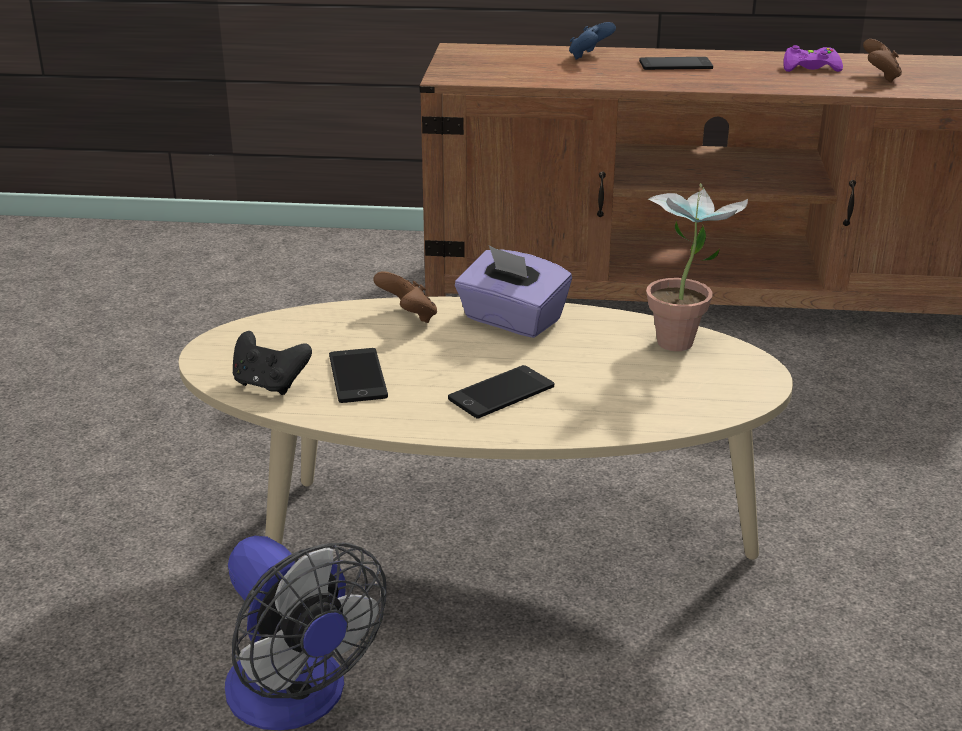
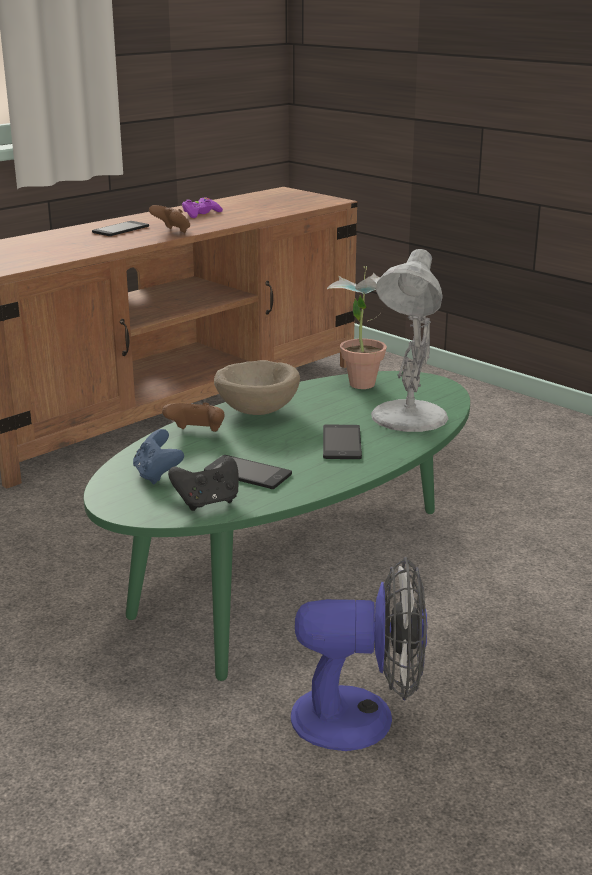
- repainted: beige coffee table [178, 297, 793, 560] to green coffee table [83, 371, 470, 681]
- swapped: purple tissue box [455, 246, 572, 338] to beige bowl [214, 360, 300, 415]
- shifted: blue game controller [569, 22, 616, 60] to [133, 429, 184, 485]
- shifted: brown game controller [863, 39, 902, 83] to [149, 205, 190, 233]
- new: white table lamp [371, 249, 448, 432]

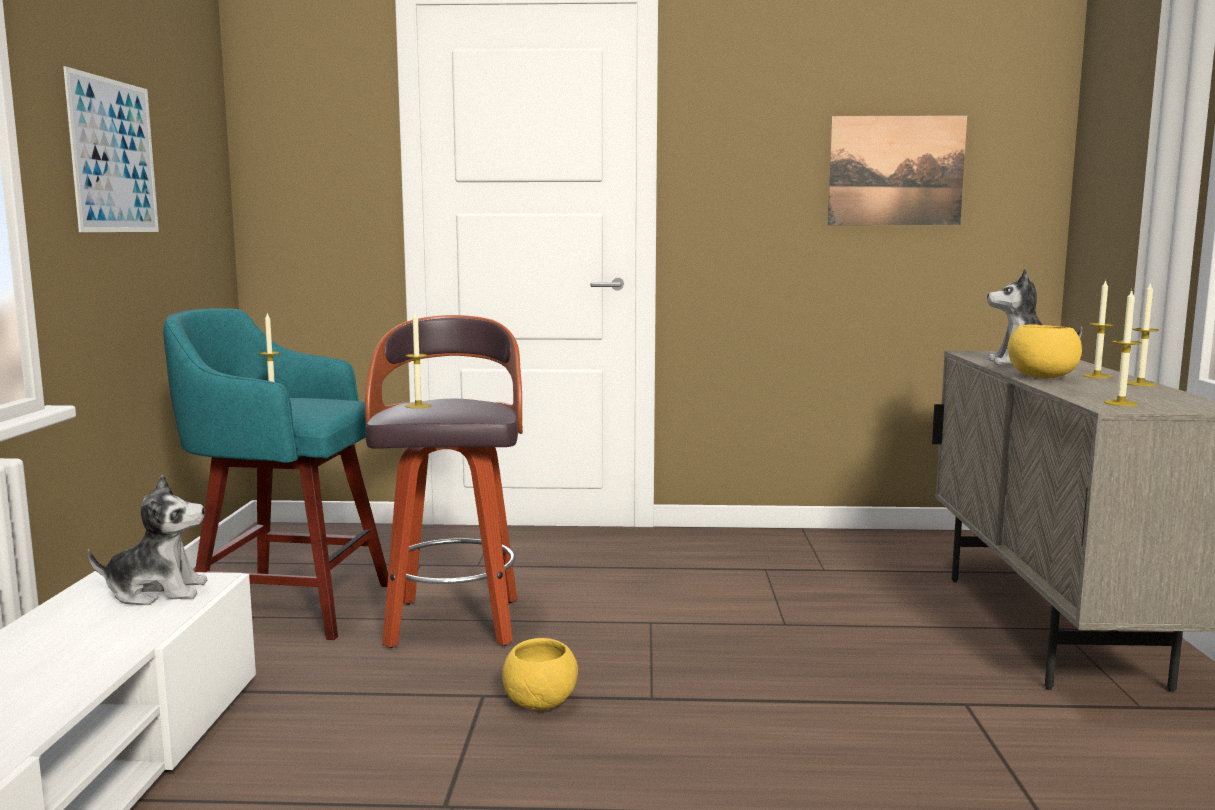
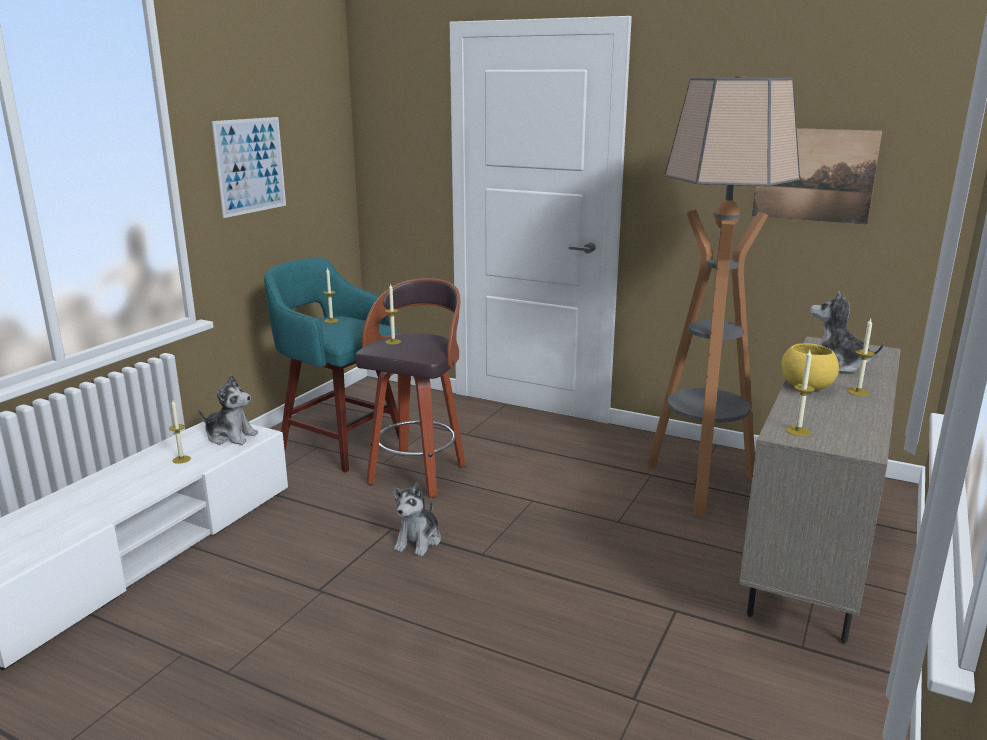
- swapped: yellow bowl [502, 638, 578, 710] to plush toy [392, 482, 441, 556]
- shifted: candle [1127, 284, 1159, 386] to [169, 400, 191, 464]
- new: floor lamp [646, 76, 800, 517]

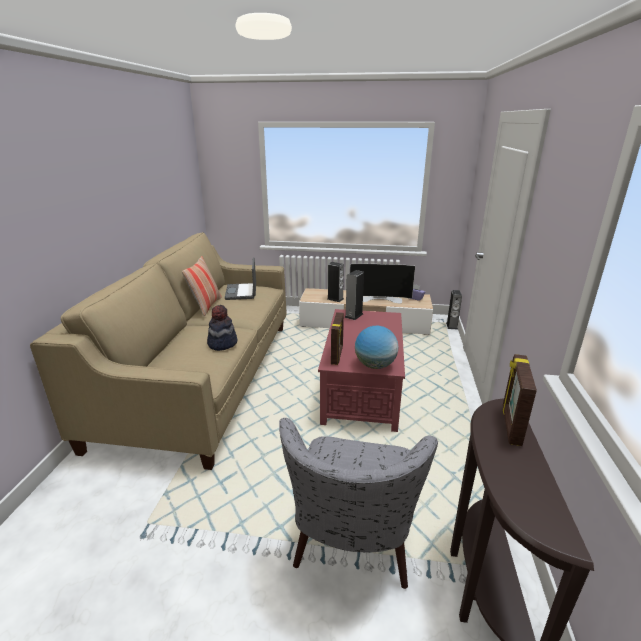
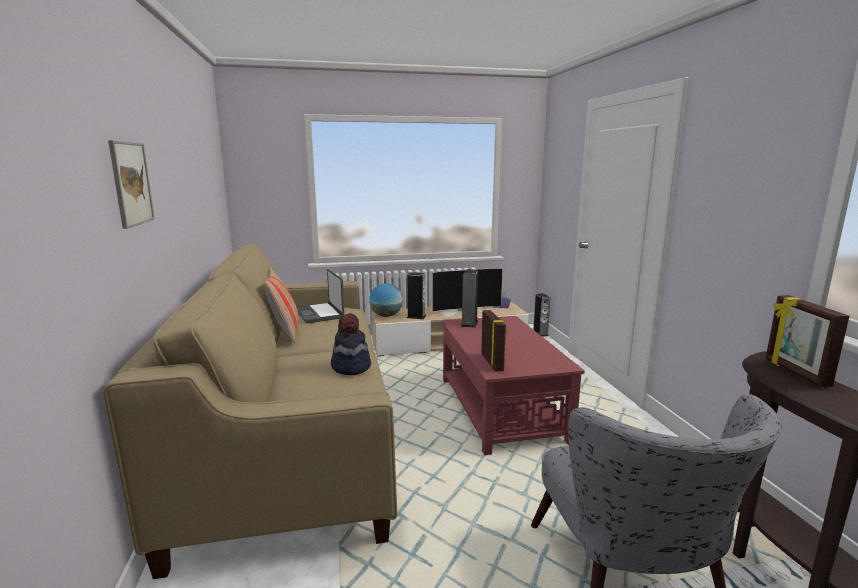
- shifted: globe [355, 326, 398, 369] to [369, 283, 403, 317]
- new: picture [108, 140, 155, 229]

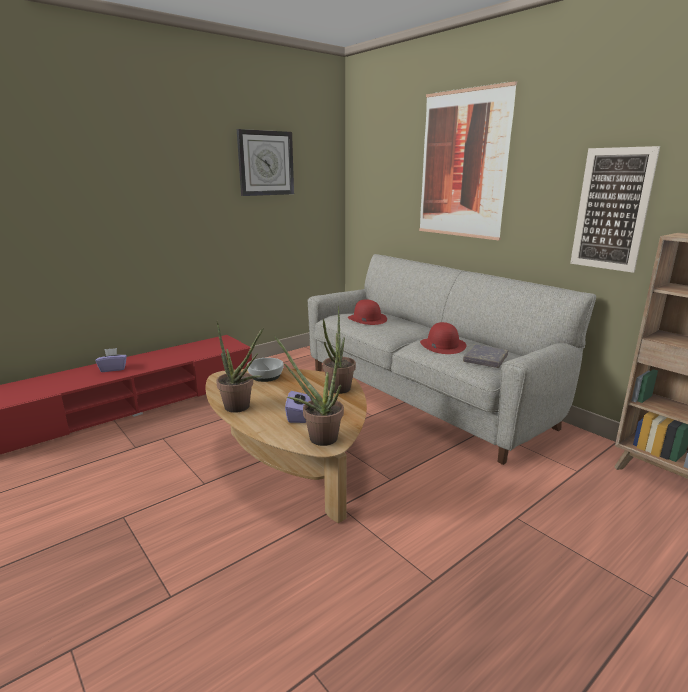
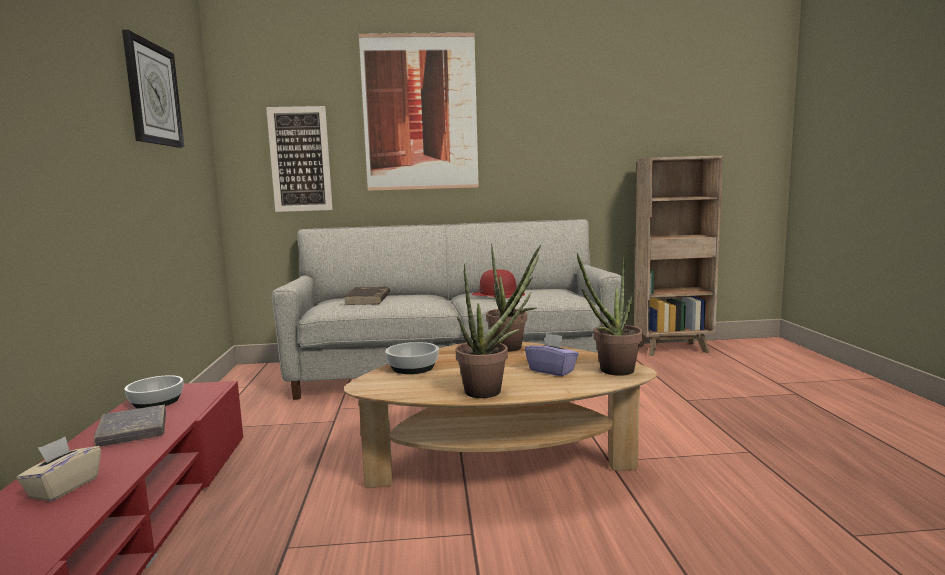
- repainted: purple tissue box [95, 348, 127, 372] to beige tissue box [16, 436, 101, 501]
- swapped: red hat [348, 299, 387, 325] to brown book [344, 287, 390, 305]
- shifted: grey book [463, 344, 508, 368] to [94, 405, 166, 447]
- shifted: picture [570, 146, 660, 273] to [266, 106, 333, 212]
- new: bowl [124, 375, 183, 409]

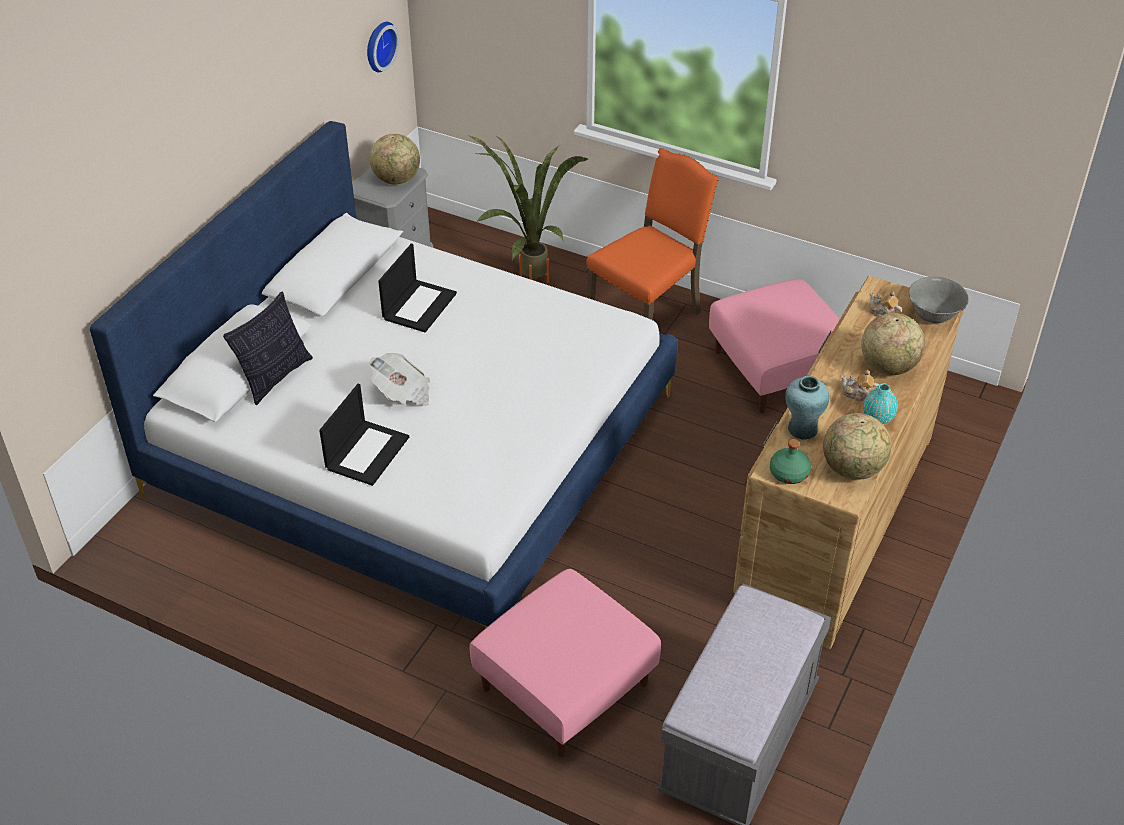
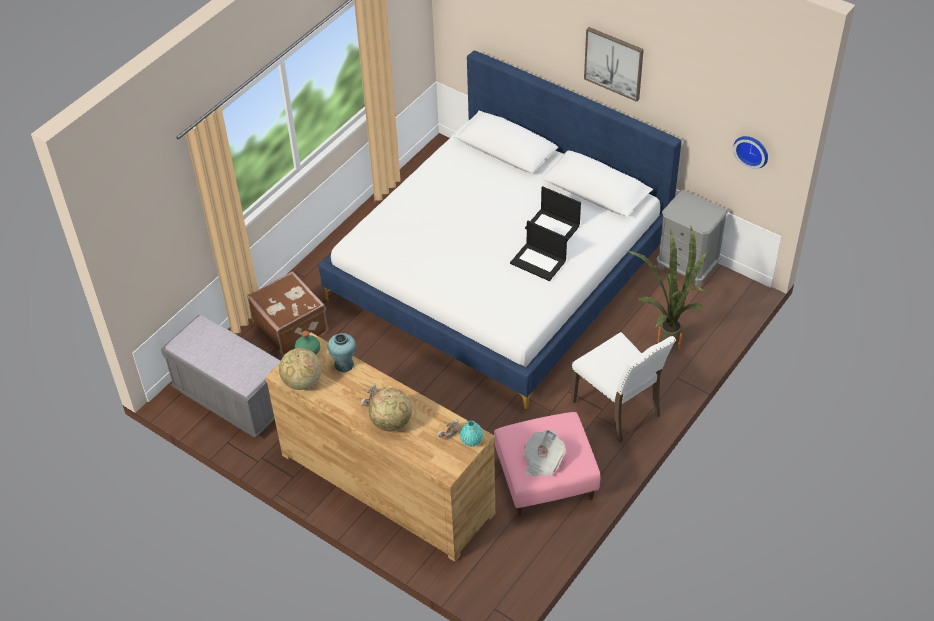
- gone: pillow [223, 292, 313, 405]
- shifted: laptop [319, 384, 409, 486] to [510, 221, 567, 281]
- shifted: newspaper [369, 353, 430, 406] to [524, 430, 566, 476]
- gone: globe [370, 134, 420, 184]
- swapped: pink ottoman [469, 569, 661, 757] to brown suitcase [247, 271, 328, 356]
- repainted: orange chair [586, 148, 719, 320] to white chair [571, 332, 676, 443]
- shifted: turquoise vase [863, 383, 898, 424] to [460, 420, 483, 446]
- gone: grey bowl [909, 277, 969, 323]
- new: picture [584, 27, 644, 102]

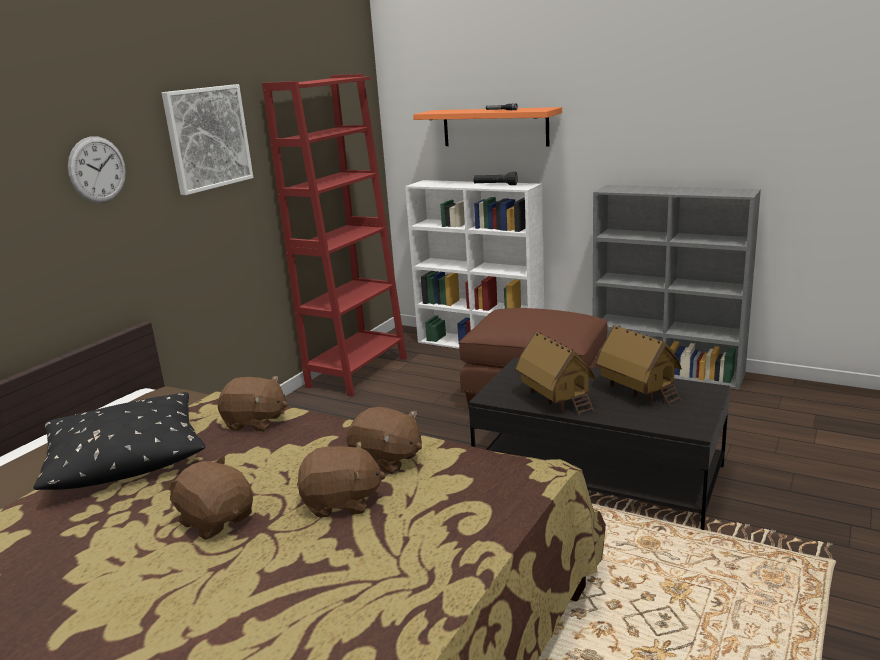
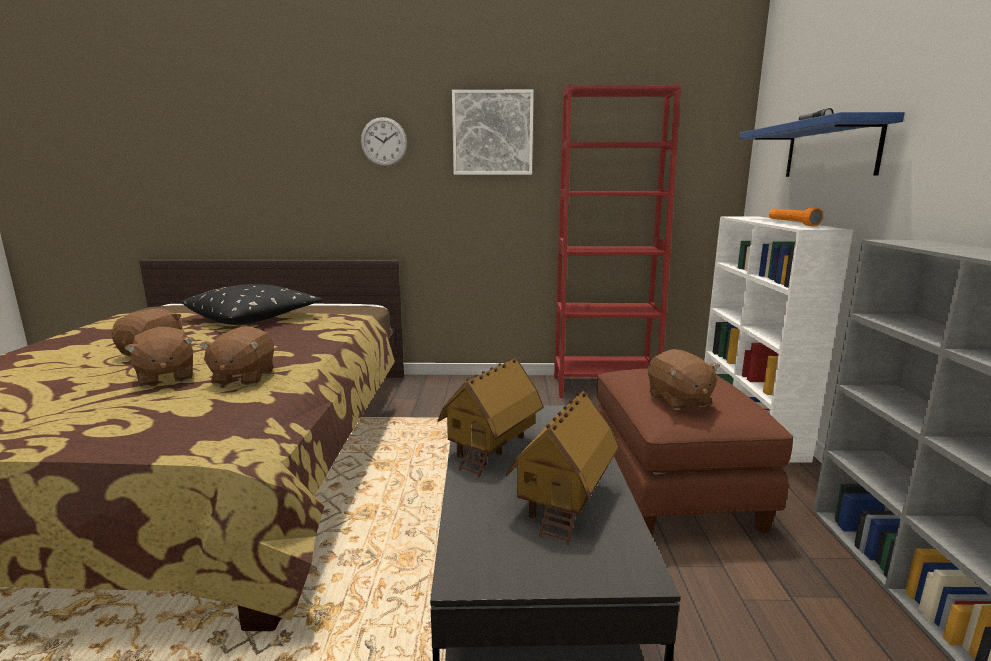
- shifted: brown plush toy [218, 376, 288, 432] to [648, 349, 720, 410]
- repainted: orange shelf [413, 107, 562, 147] to blue shelf [739, 112, 905, 177]
- repainted: black flashlight [473, 172, 517, 185] to orange flashlight [769, 207, 824, 227]

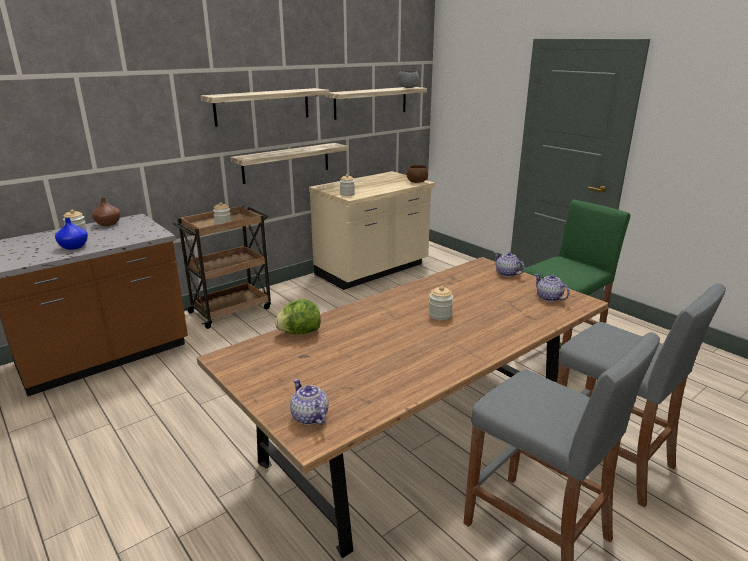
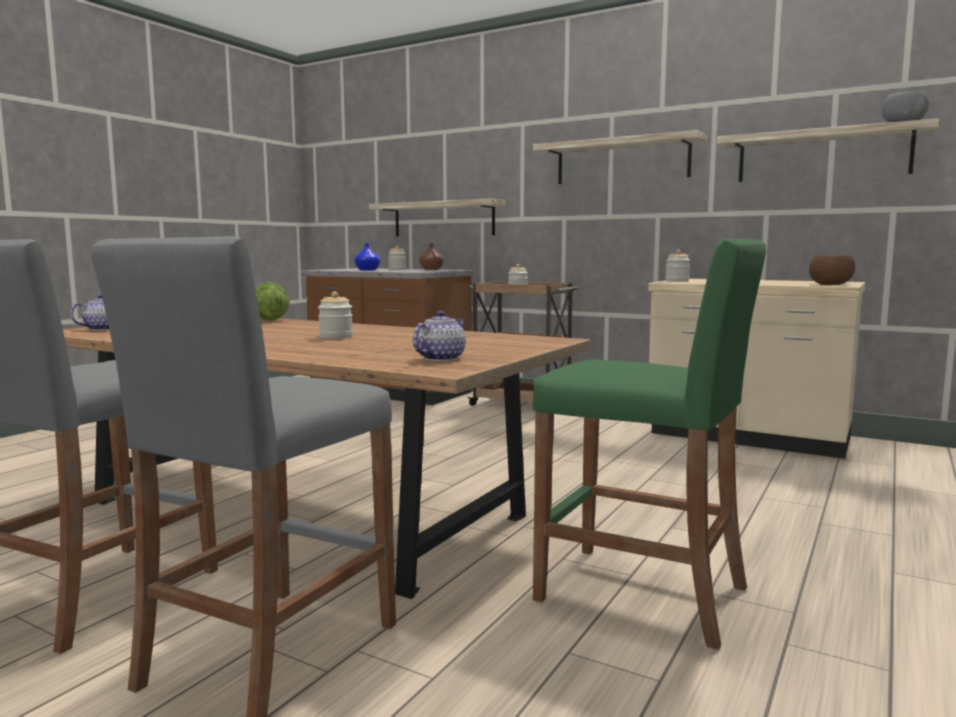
- shifted: shelf [230, 143, 349, 184] to [369, 199, 506, 236]
- gone: teapot [494, 252, 525, 277]

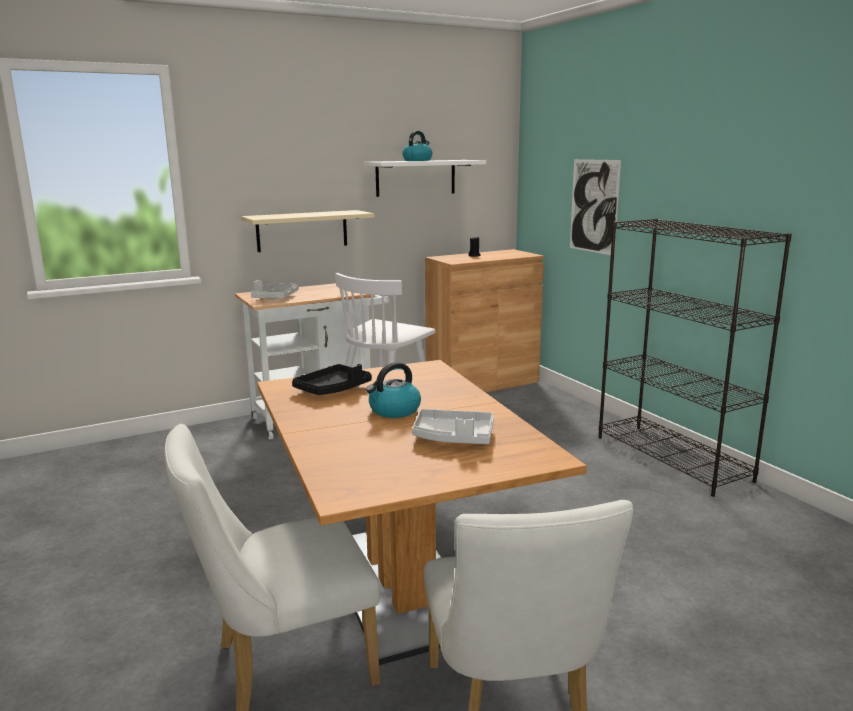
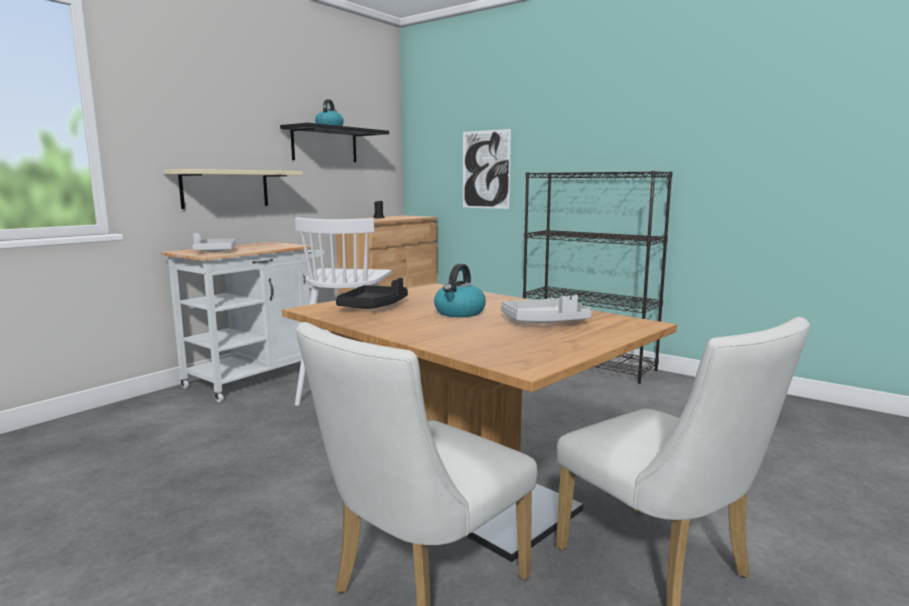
- repainted: white shelf [364, 160, 486, 197] to black shelf [280, 123, 389, 162]

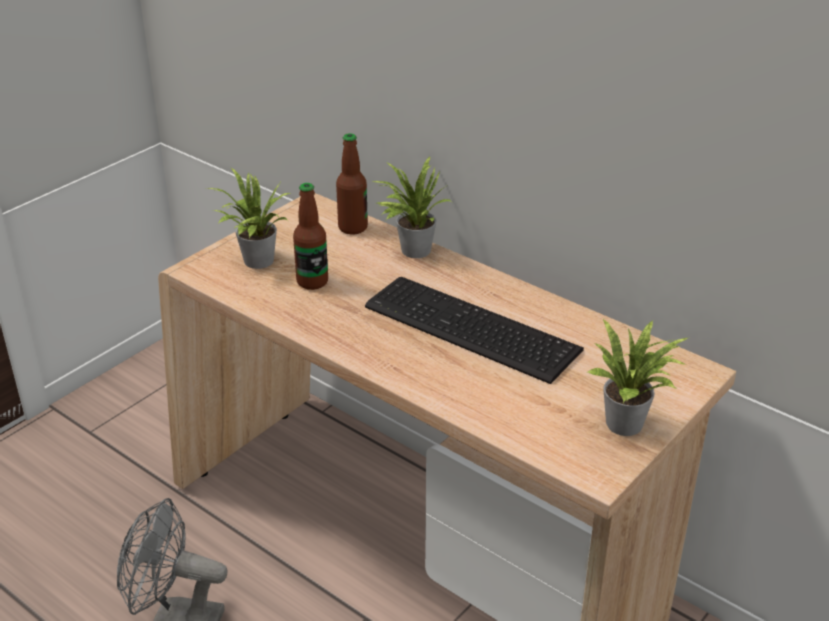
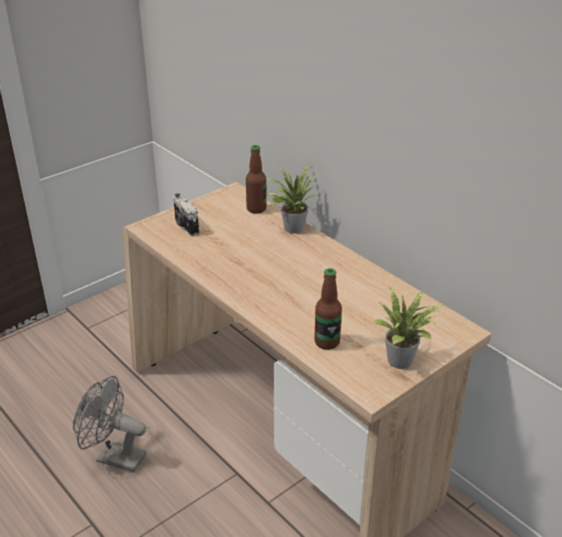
- swapped: potted plant [207, 168, 290, 269] to photo camera [173, 193, 199, 236]
- shifted: bottle [293, 183, 328, 290] to [314, 268, 342, 350]
- gone: keyboard [365, 277, 584, 384]

